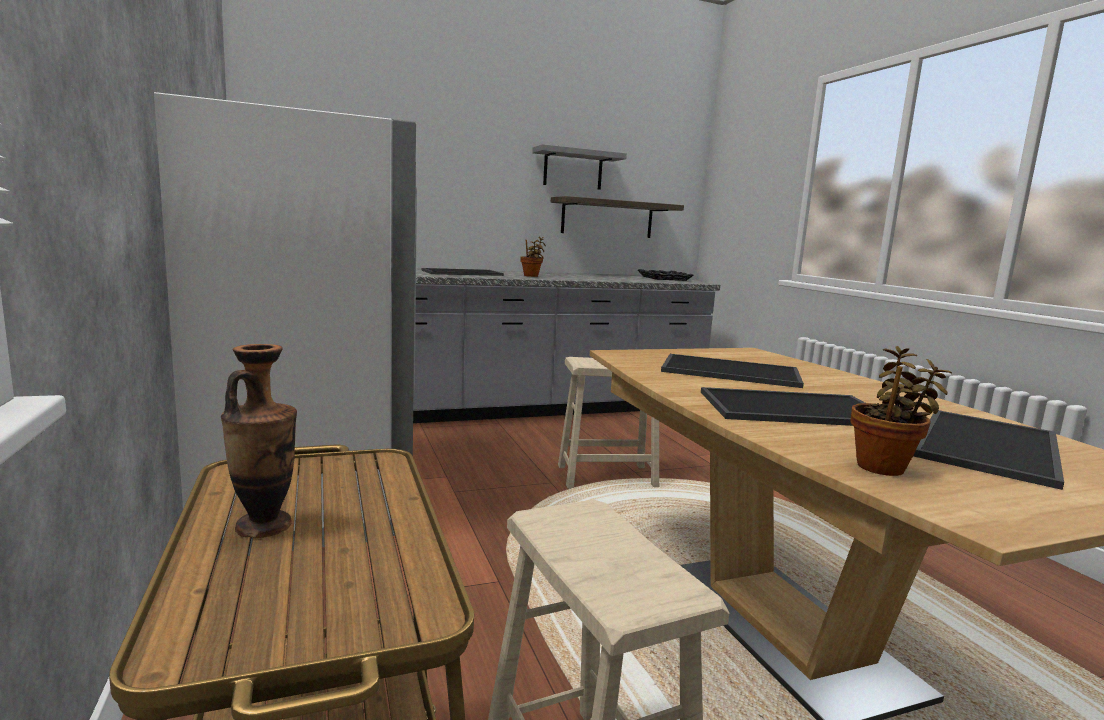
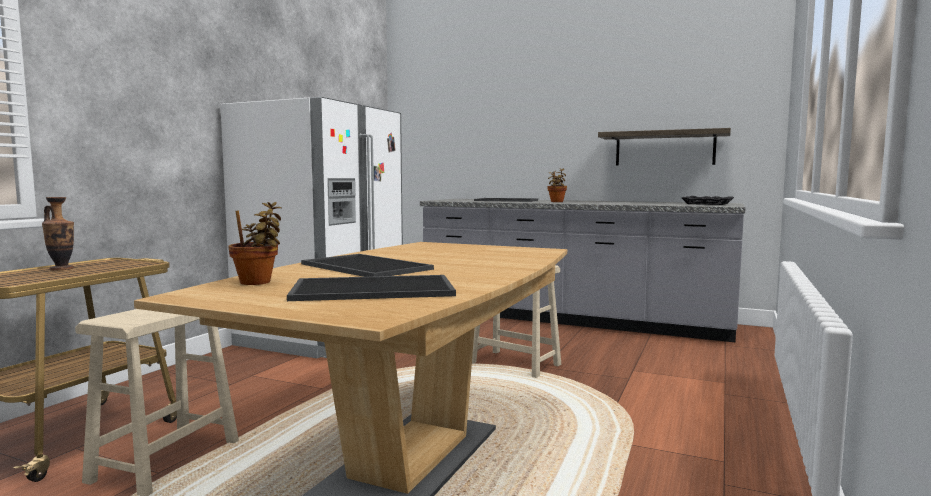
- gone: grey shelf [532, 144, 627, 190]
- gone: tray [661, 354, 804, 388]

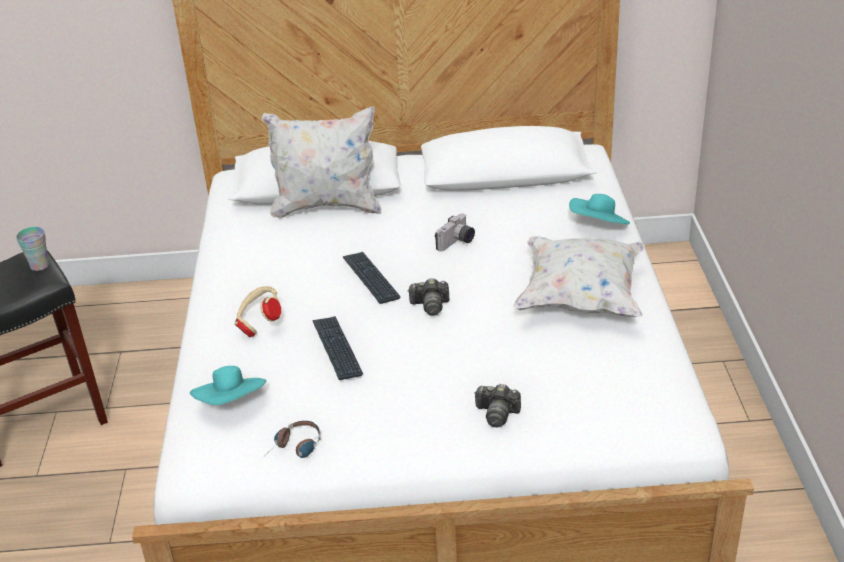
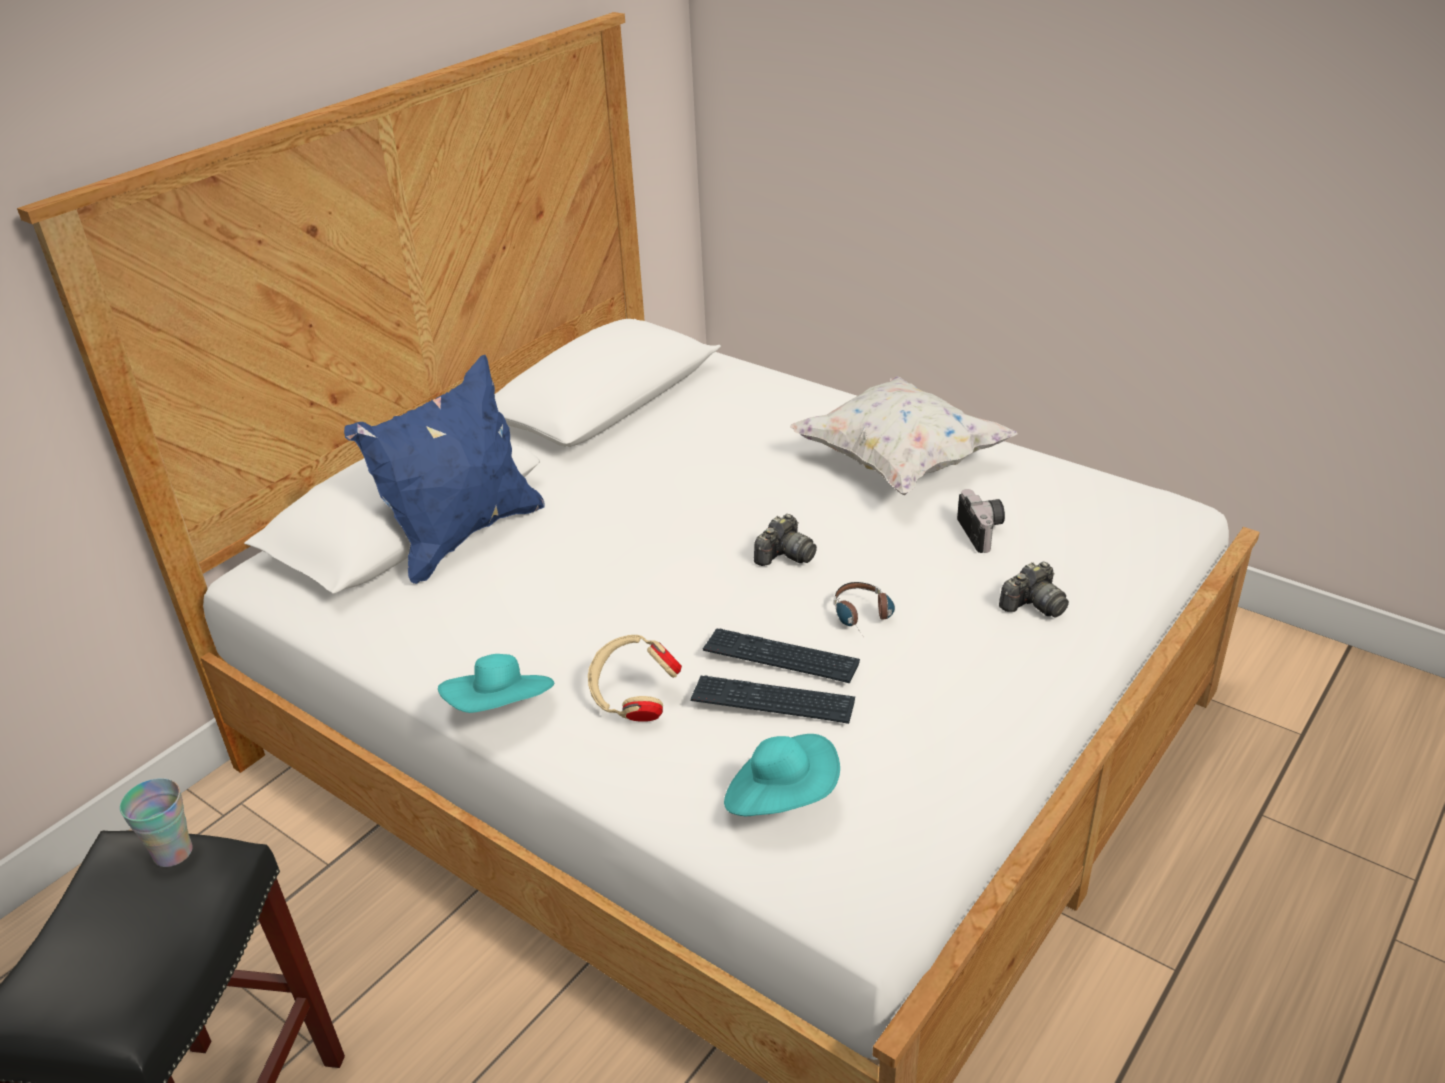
- repainted: white pillow [261, 107, 381, 219] to blue pillow [344, 355, 545, 584]
- shifted: headphones [274, 421, 321, 458] to [833, 582, 895, 636]
- shifted: keyboard [343, 252, 401, 304] to [690, 675, 855, 724]
- shifted: photo camera [435, 214, 475, 251] to [957, 489, 1005, 553]
- shifted: turquoise hat [569, 194, 630, 224] to [438, 654, 554, 713]

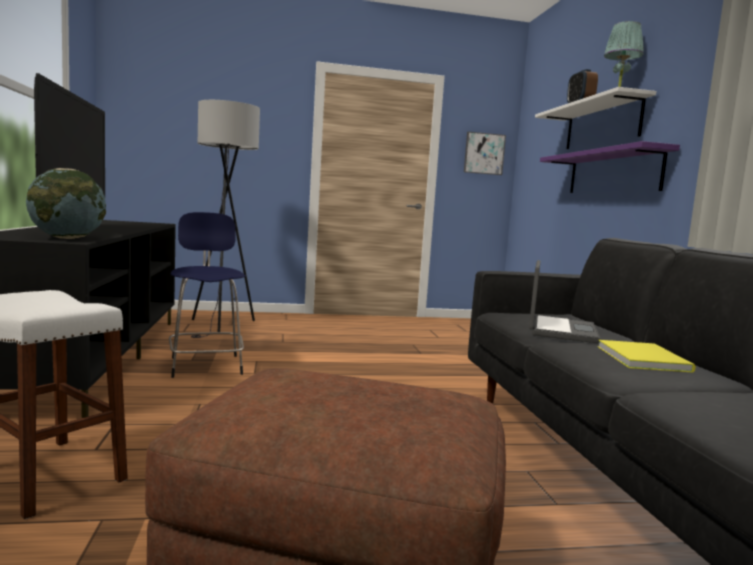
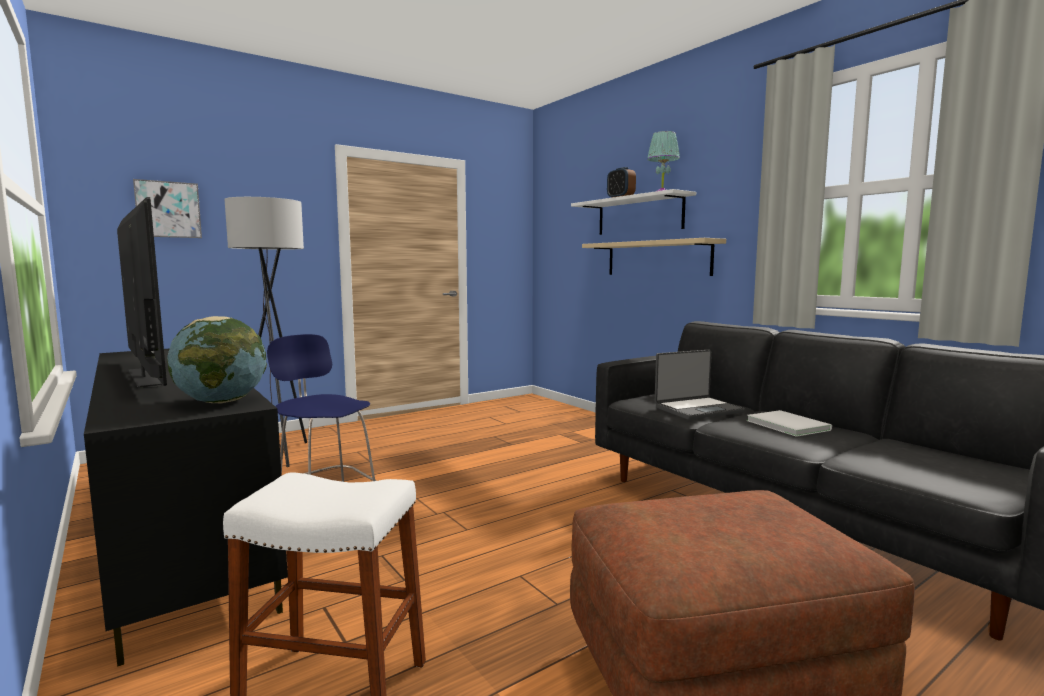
- shifted: picture [464, 132, 506, 175] to [133, 179, 202, 238]
- rotated: laptop [529, 260, 601, 343] = [655, 350, 745, 420] 75 degrees clockwise
- repainted: purple shelf [540, 141, 680, 193] to beige shelf [582, 238, 726, 276]
- repainted: yellow book [598, 340, 696, 373] to white book [747, 410, 832, 437]

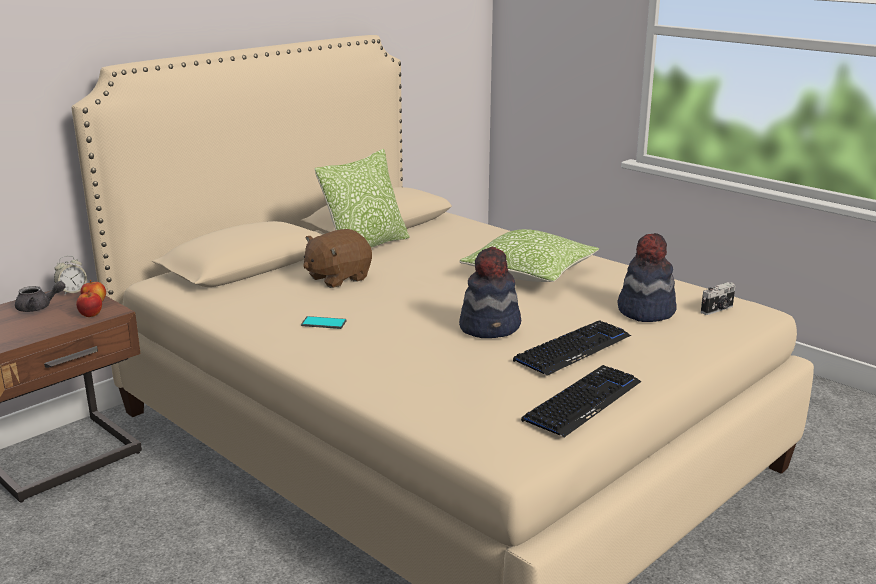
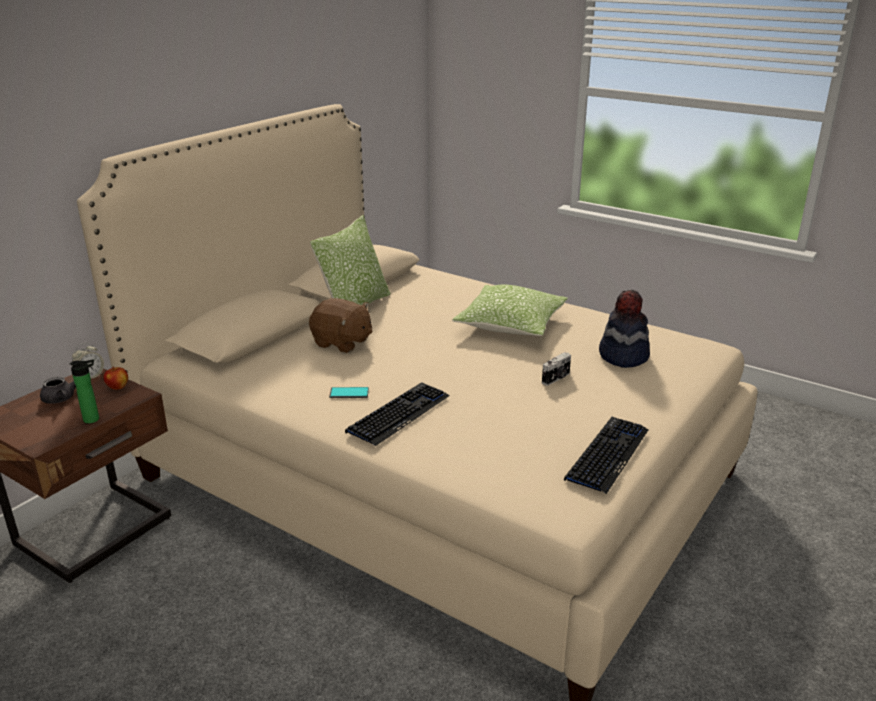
- gone: apple [76, 290, 102, 317]
- rotated: brown plush toy [303, 229, 372, 288] = [309, 298, 372, 353] 105 degrees counterclockwise
- gone: hat [459, 247, 521, 338]
- shifted: keyboard [513, 320, 631, 376] to [345, 382, 449, 446]
- shifted: photo camera [701, 282, 736, 315] to [542, 352, 571, 386]
- new: bottle [69, 360, 99, 424]

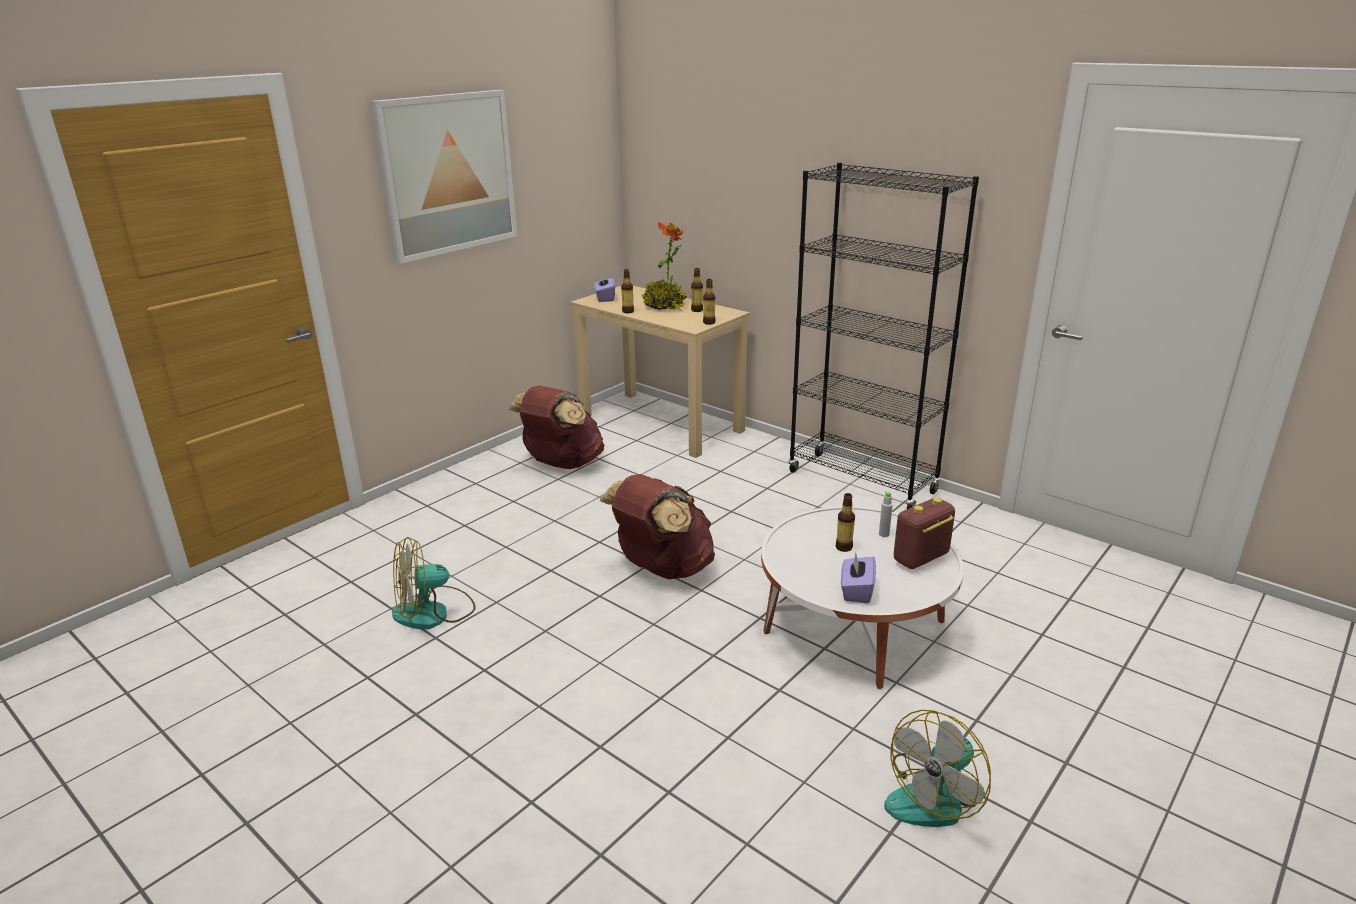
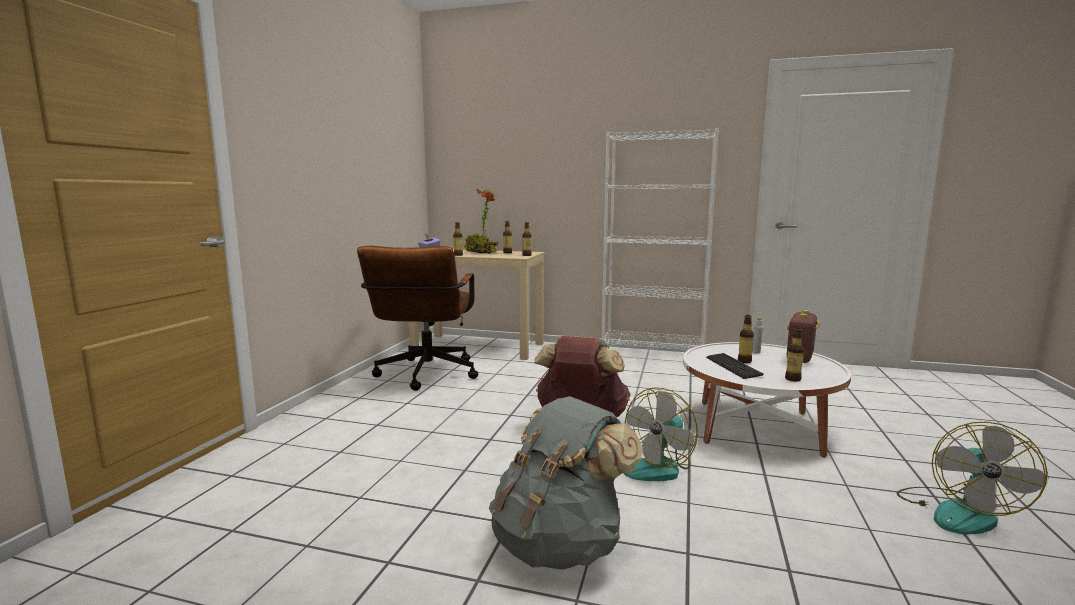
- gone: picture [371, 90, 518, 264]
- shifted: fan [392, 537, 476, 630] to [624, 388, 698, 481]
- swapped: brown backpack [508, 386, 604, 469] to brown office chair [357, 246, 478, 391]
- repainted: black bookcase [788, 163, 979, 509] to white bookcase [602, 128, 719, 350]
- swapped: purple tissue box [841, 552, 876, 603] to bottle [785, 328, 804, 382]
- new: grey backpack [489, 396, 643, 570]
- new: keyboard [706, 353, 764, 379]

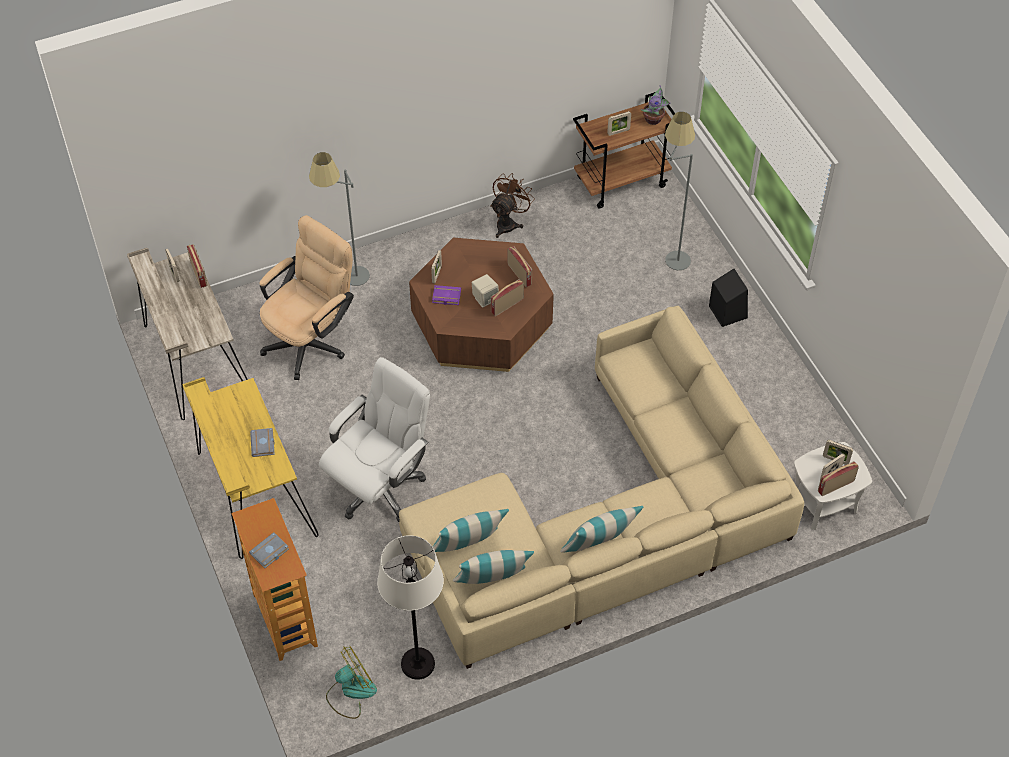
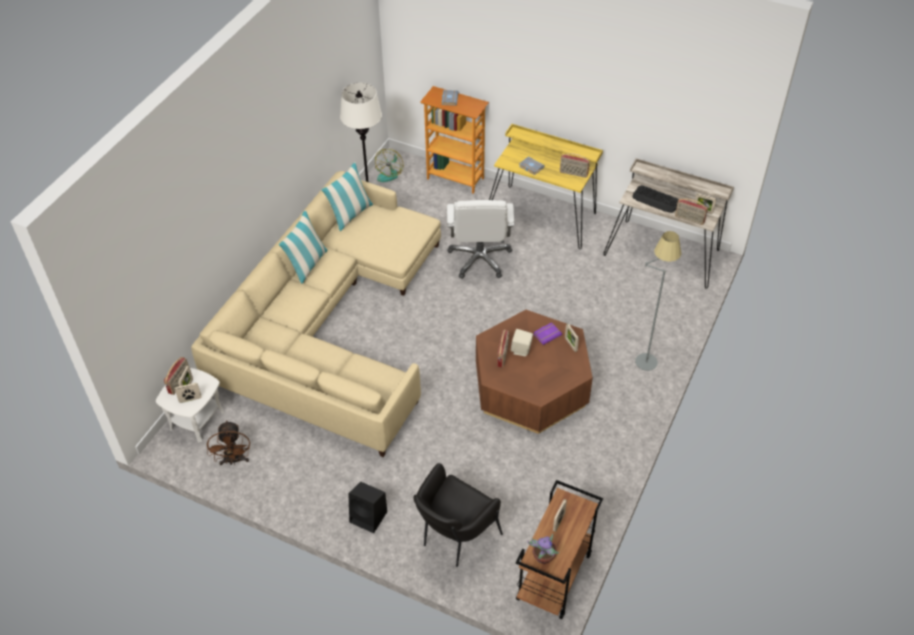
- gone: beige office chair [260, 215, 354, 380]
- gone: pillow [432, 509, 509, 552]
- shifted: brown fan [490, 173, 535, 238] to [207, 420, 250, 465]
- shifted: radio [508, 246, 532, 287] to [560, 153, 590, 178]
- swapped: grey floor lamp [665, 112, 695, 270] to black armchair [413, 463, 503, 567]
- new: keyboard [632, 185, 679, 213]

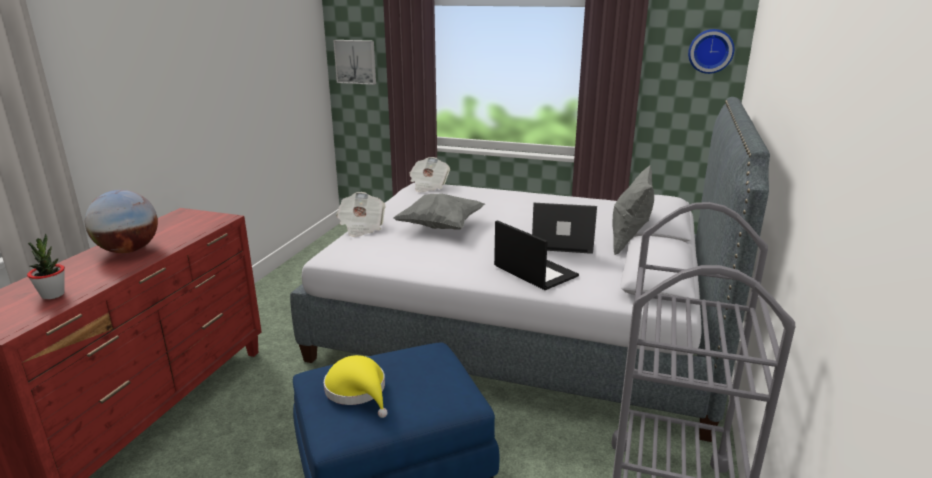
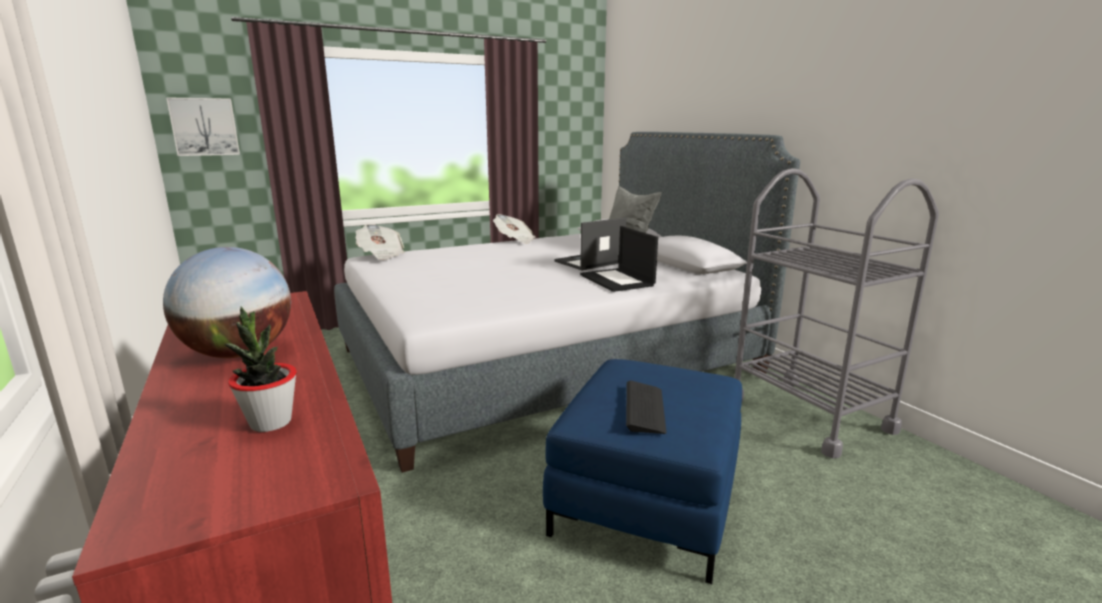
- swapped: yellow hat [324, 355, 388, 418] to keyboard [626, 380, 667, 434]
- shifted: newspaper [336, 192, 386, 237] to [493, 214, 536, 244]
- gone: grey pillow [393, 194, 485, 230]
- rotated: laptop [494, 220, 579, 290] = [580, 226, 658, 292] 120 degrees counterclockwise
- gone: wall clock [688, 29, 734, 74]

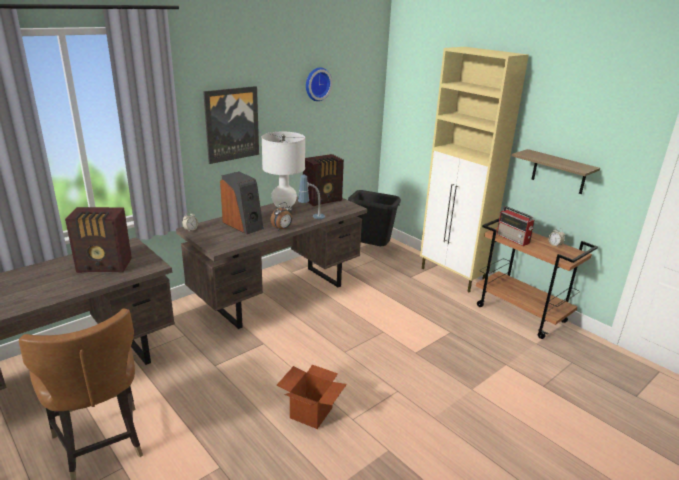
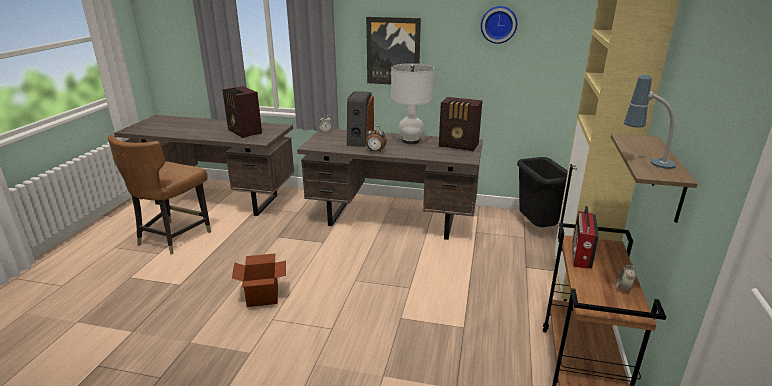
- shifted: table lamp [298, 175, 325, 219] to [624, 74, 676, 169]

